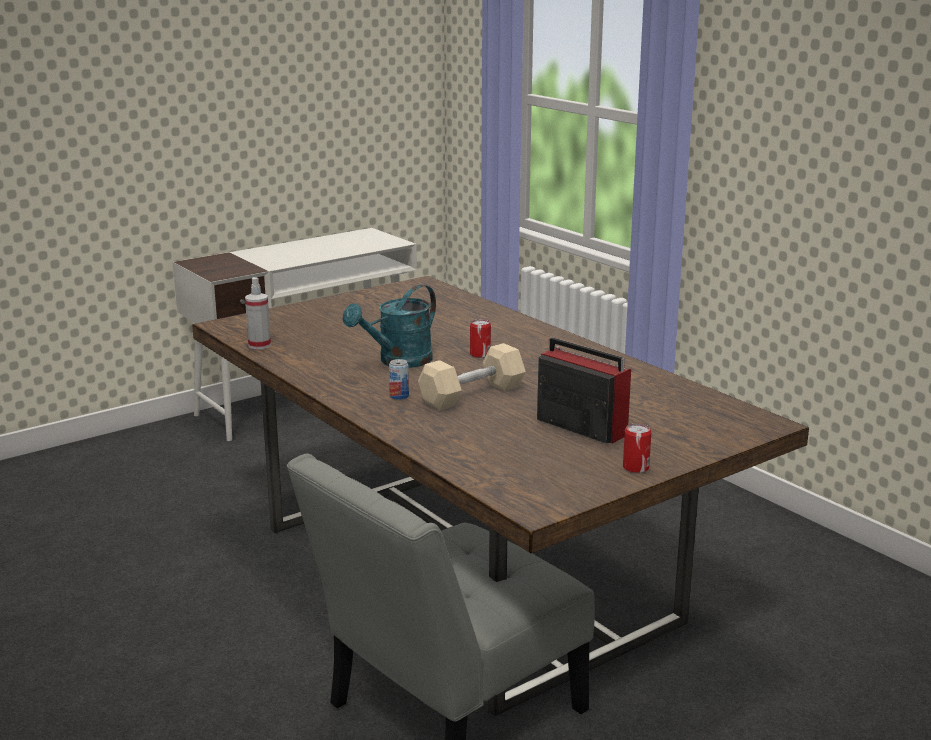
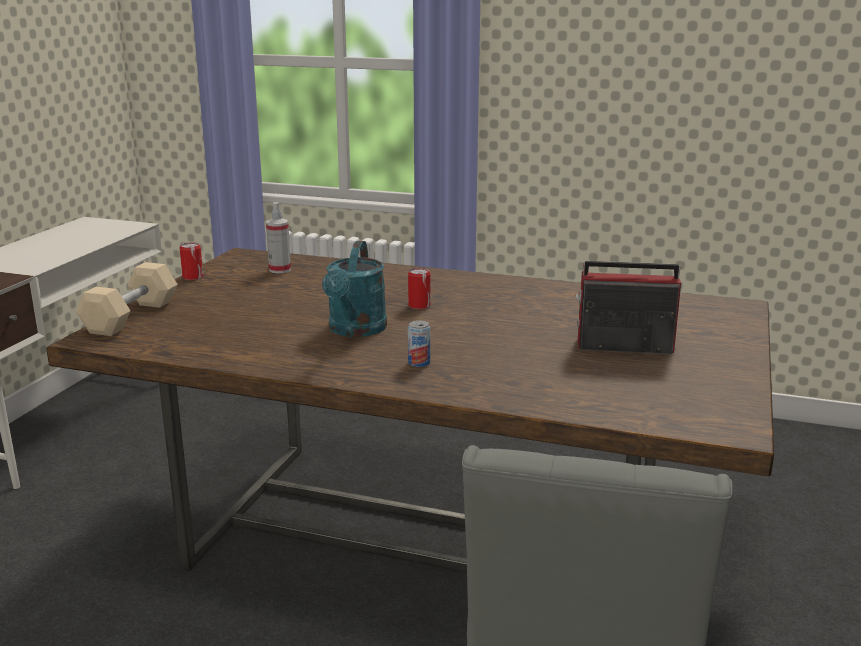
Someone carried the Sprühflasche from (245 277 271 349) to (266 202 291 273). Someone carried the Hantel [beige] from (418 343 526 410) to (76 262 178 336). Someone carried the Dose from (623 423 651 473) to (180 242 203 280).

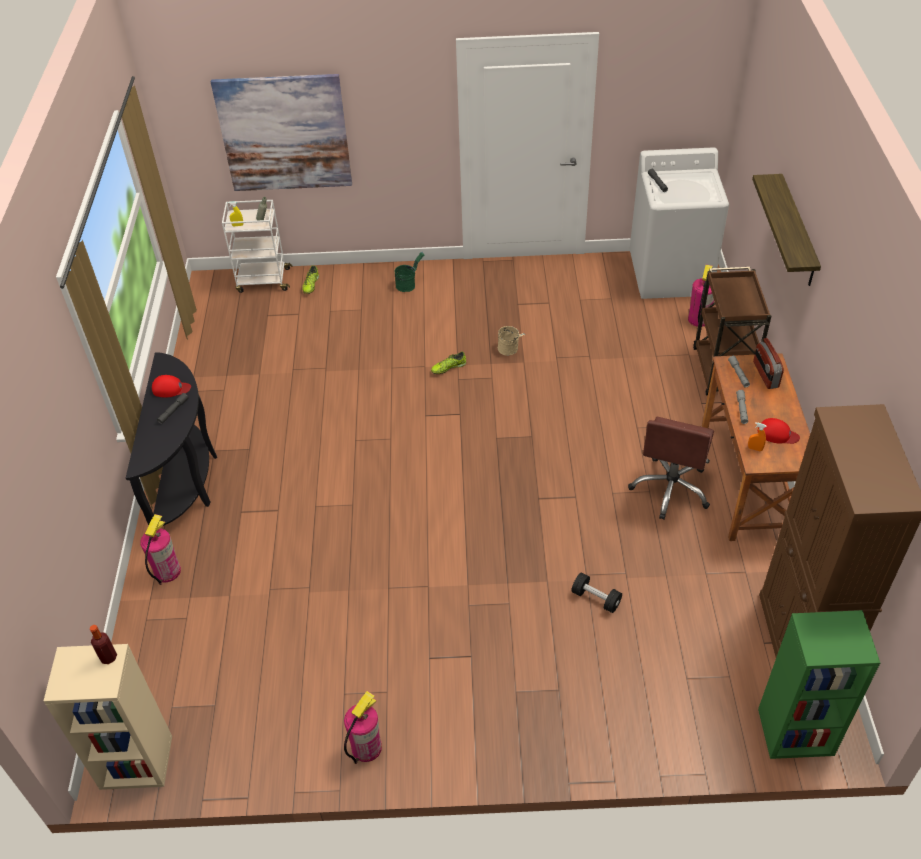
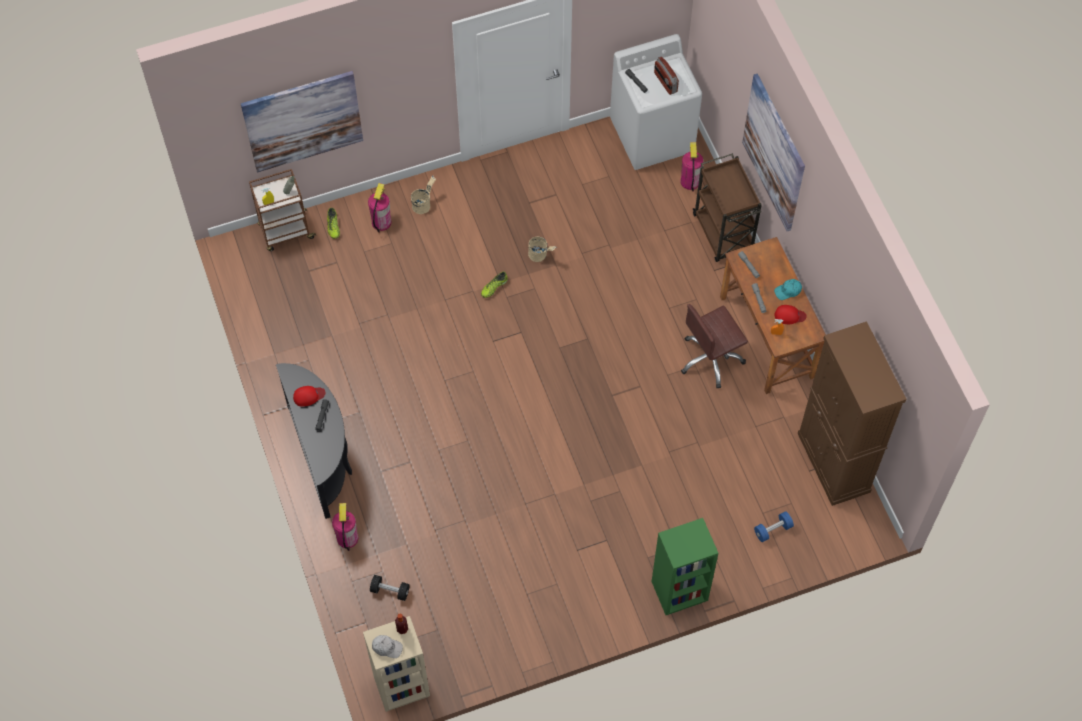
Someone repainted the Rollwagen [weiß] at (222 200 292 293), which became the Rollwagen [braun] at (249 169 316 251). Someone carried the Feuerlöscher from (344 691 382 764) to (368 183 391 233). Someone repainted the Eimer [grün] at (394 252 425 292), which became the Eimer [beige] at (411 176 436 214). Someone carried the Hantel [schwarz] from (571 572 622 613) to (370 575 410 601). Someone rotated the Bürostuhl [braun] at (628 417 714 520) by 60 degrees clockwise. Someone swapped the Wandregal at (752 174 821 286) for the Bild at (742 74 805 231). Someone carried the Radio from (753 338 784 389) to (654 57 679 95). Someone carried the Bücherregal [grün] from (758 610 880 759) to (652 518 718 615). Someone put down the Kappe [weiß] at (372 635 403 658). Someone put down the Hantel [blau] at (754 511 794 542). Someone put down the Kappe [türkis] at (774 279 802 300).

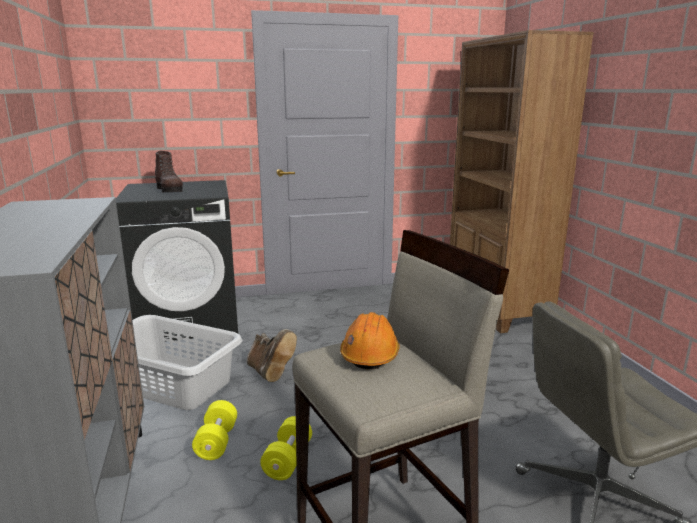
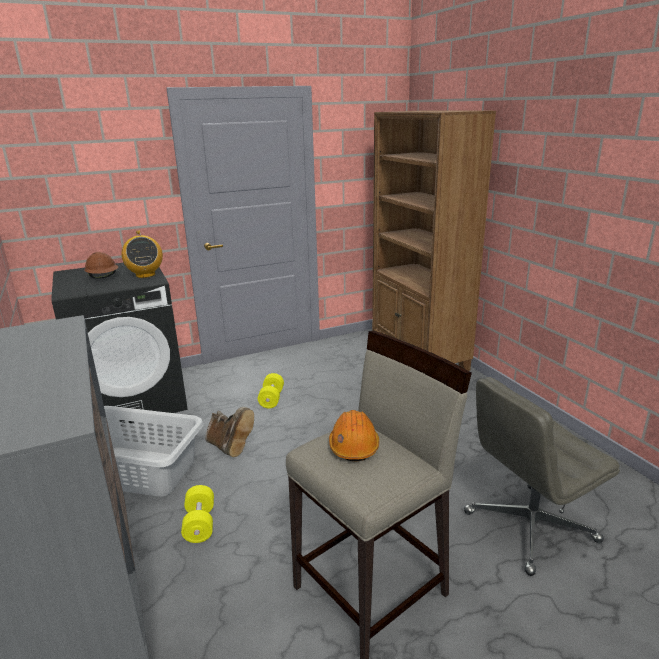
Someone swapped the Stiefel [braun] at (155 151 183 192) for the Schutzhelm [braun] at (84 252 118 279). Someone carried the Hantel [gelb] from (260 416 312 480) to (258 373 284 409). Someone put down the Radio at (121 230 163 278).

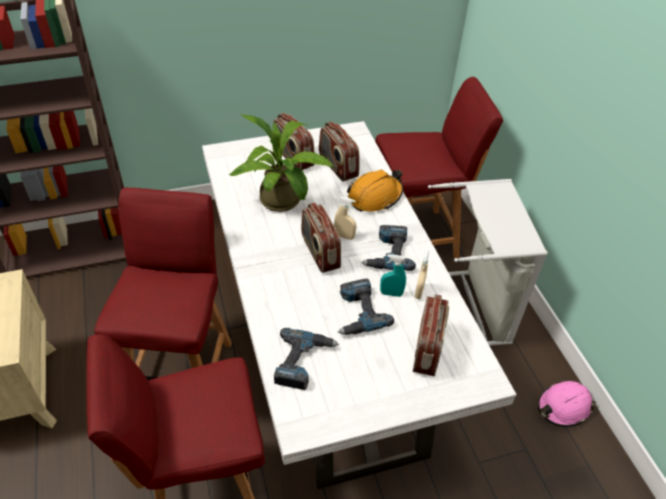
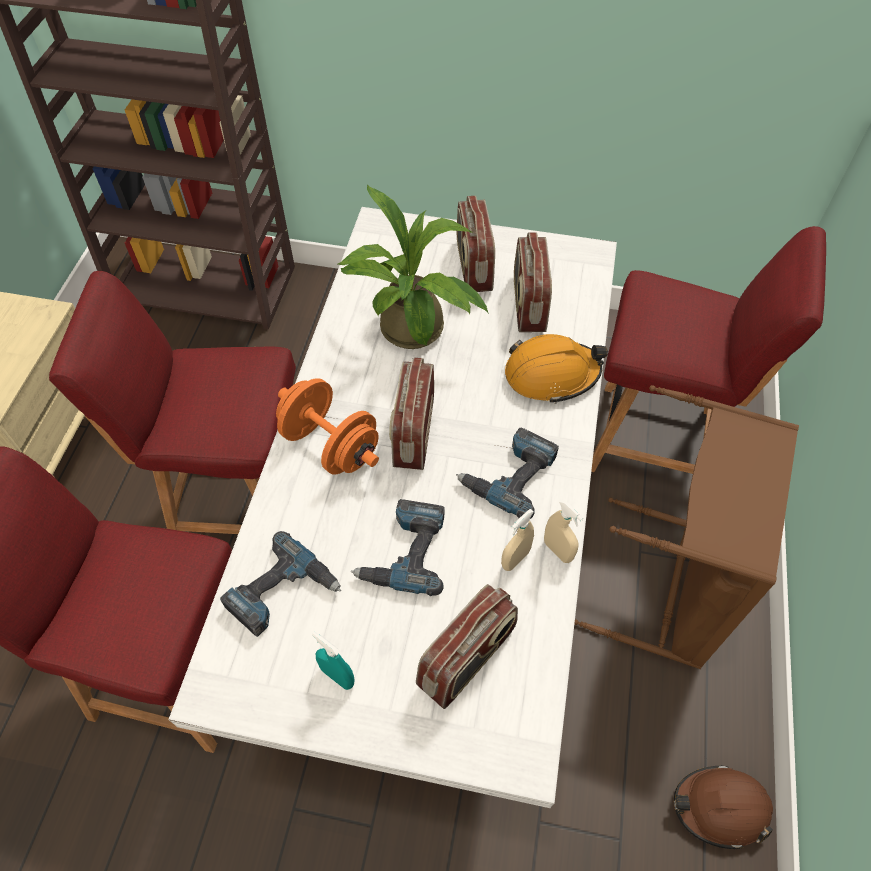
Someone rotated the Stuhl [rot] at (94 188 232 381) by 120 degrees counterclockwise. Someone carried the Sprühflasche [beige] from (334 197 356 240) to (544 499 583 563). Someone carried the Sprühflasche [türkis] from (380 254 406 297) to (312 632 355 690). Someone repainted the Wäschekorb [grau] at (428 179 548 346), which became the Wäschekorb [braun] at (574 385 799 669). Someone repainted the Schutzhelm [rosa] at (537 381 595 427), which became the Schutzhelm [braun] at (674 765 773 849). Someone put down the Hantel [orange] at (276 378 379 474).

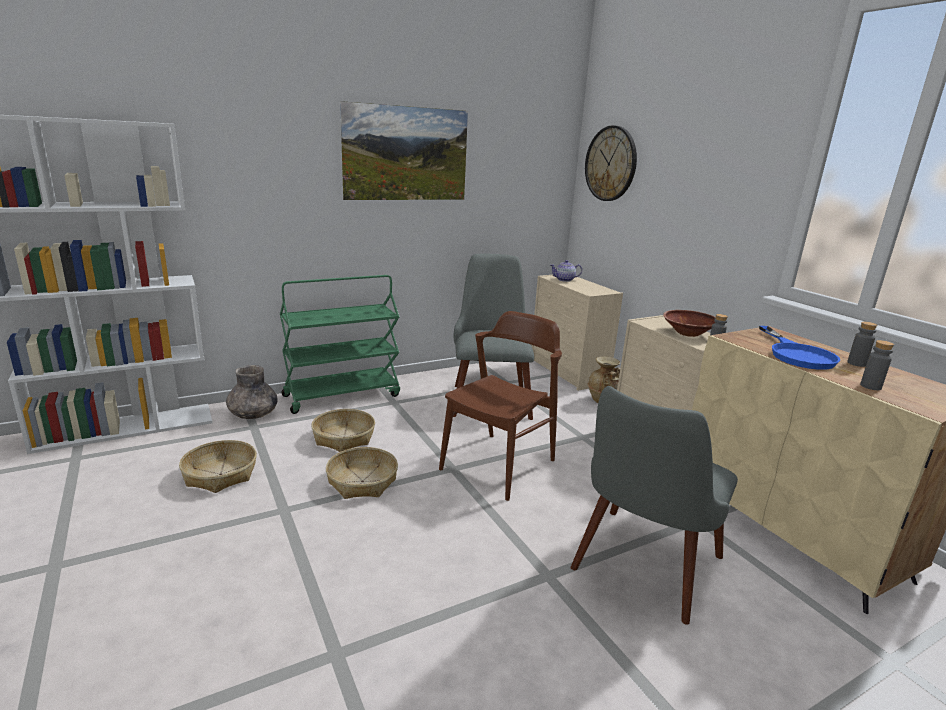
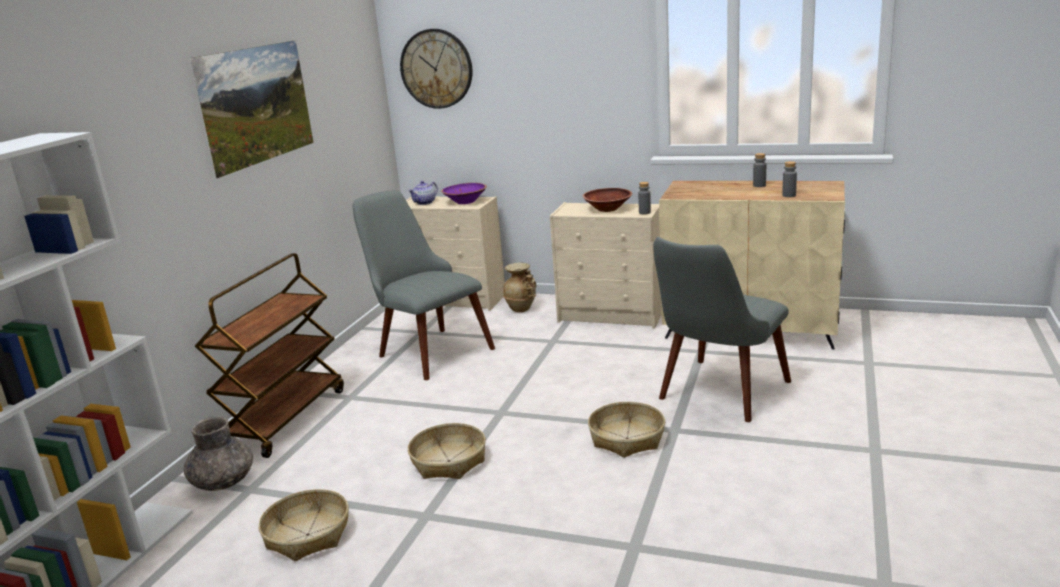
Someone repainted the Rollwagen [grün] at (280 275 400 414), which became the Rollwagen [braun] at (195 253 344 458). Someone carried the Korb from (311 409 375 452) to (588 402 665 458). Someone took away the Stuhl [braun] at (439 311 562 501). Someone rotated the Stuhl [grau] at (571 386 738 625) by 45 degrees clockwise. Someone took away the Pfanne [blau] at (759 326 840 370). Someone put down the Schüssel [lila] at (441 183 487 204).

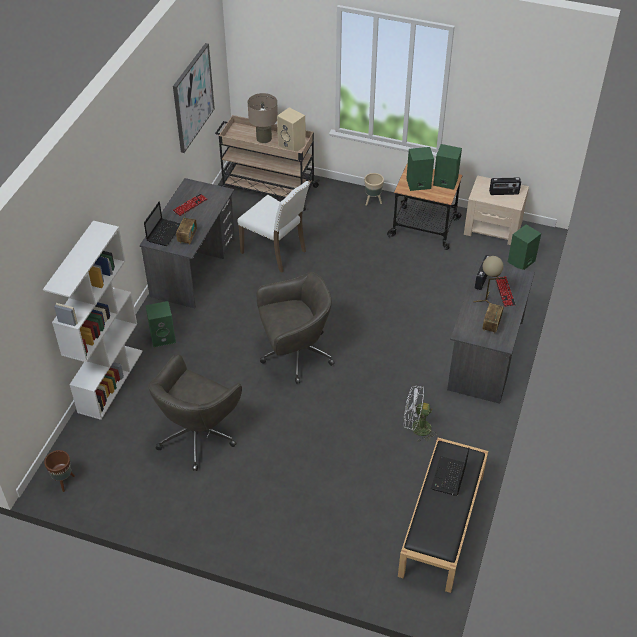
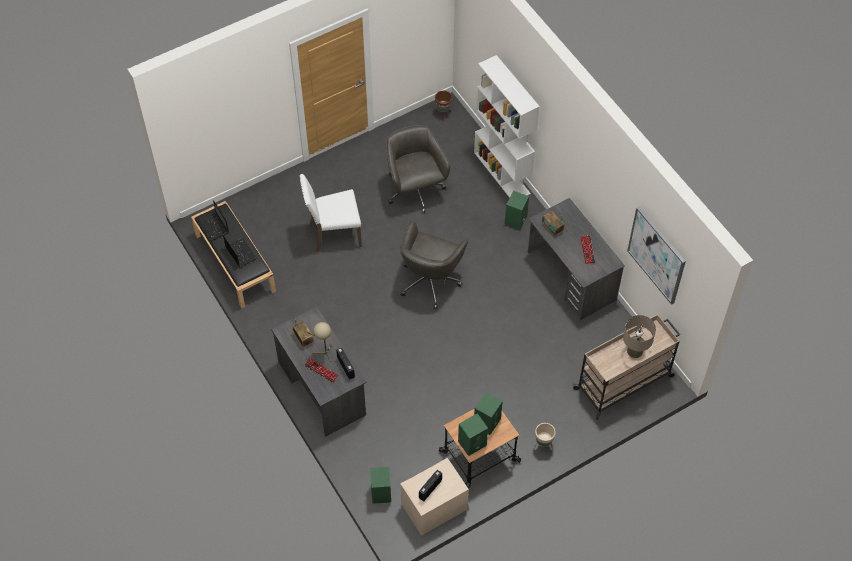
Someone carried the Laptop from (144 201 180 246) to (198 200 229 241). Someone carried the Stuhl [weiß] from (238 181 310 272) to (299 174 362 252). Someone took away the Lautsprecher [beige] at (277 107 306 152). Someone took away the Ventilator [weiß] at (404 386 437 442).

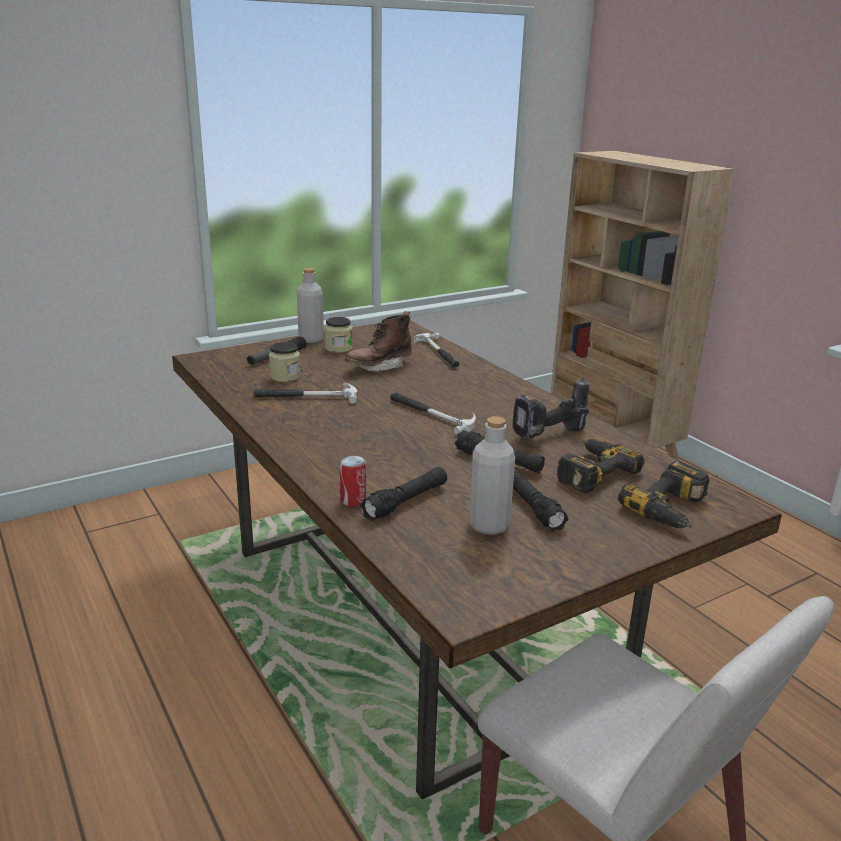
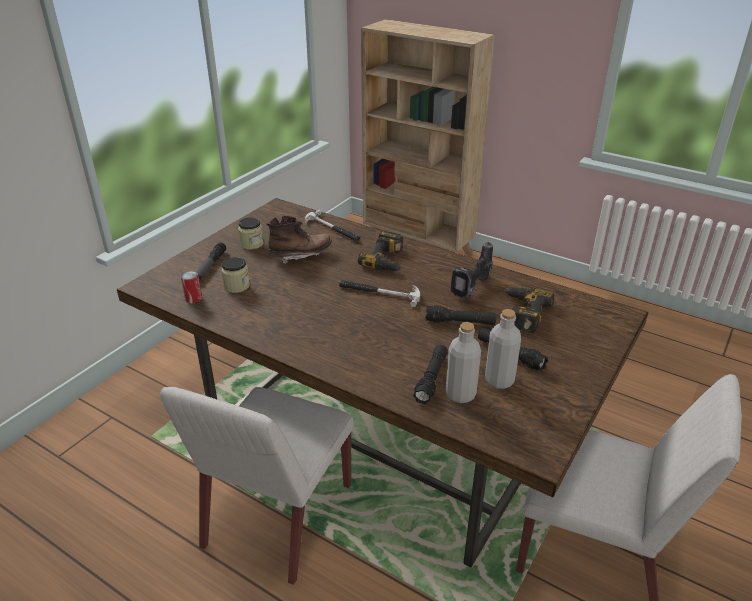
Someone took away the Hammer at (253 382 357 404). Someone carried the Flasche [grau] from (297 268 324 343) to (446 322 481 403). Someone carried the Dose from (339 455 366 506) to (181 271 202 303). Someone rotated the Stiefel [braun] at (345 311 412 372) by 135 degrees counterclockwise. Someone carried the Bohrmaschine from (618 461 710 529) to (358 231 403 271). Someone put down the Stuhl [weiß] at (160 387 354 585).

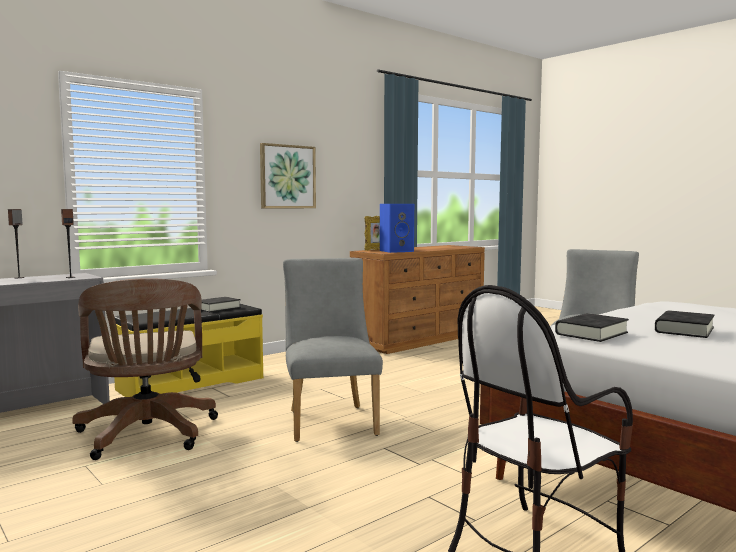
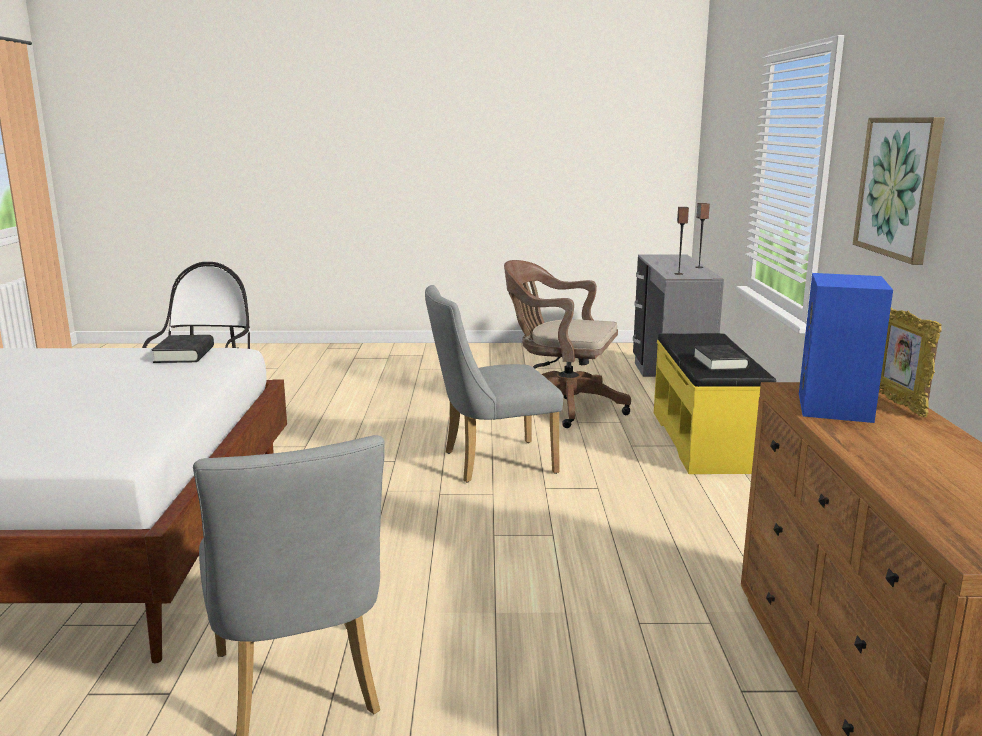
Someone rotated the Stuhl [grau] at (283 258 383 442) by 135 degrees clockwise. Someone took away the Buch [schwarz] at (655 310 715 338).

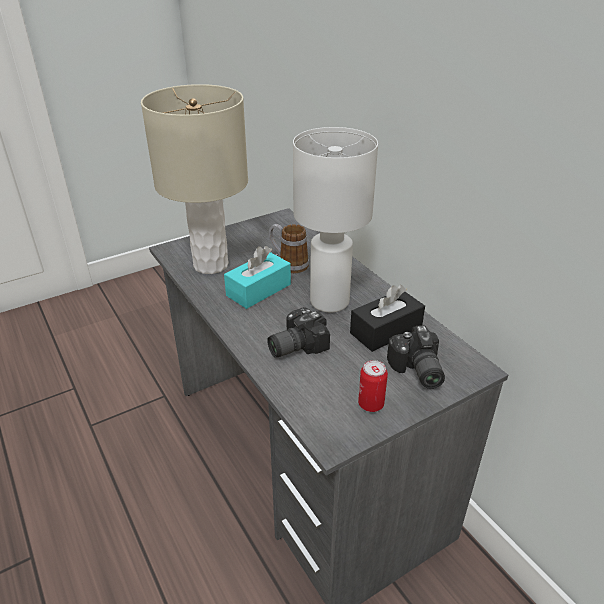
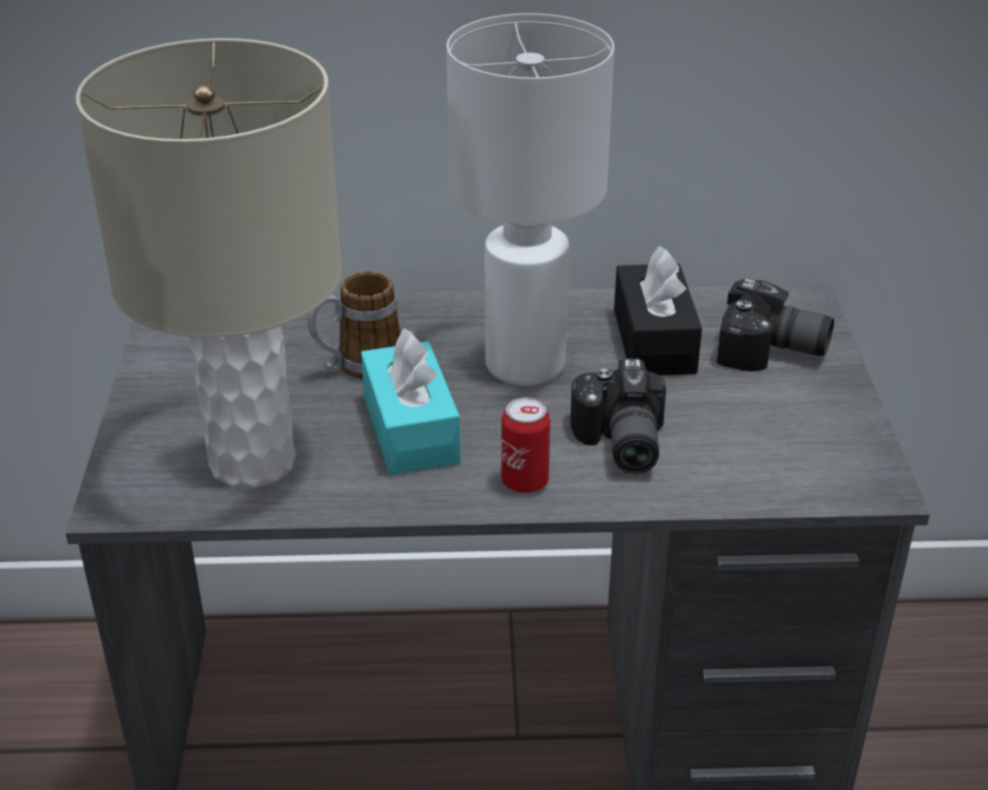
Someone carried the Dose from (358 360 388 412) to (501 397 550 493).

